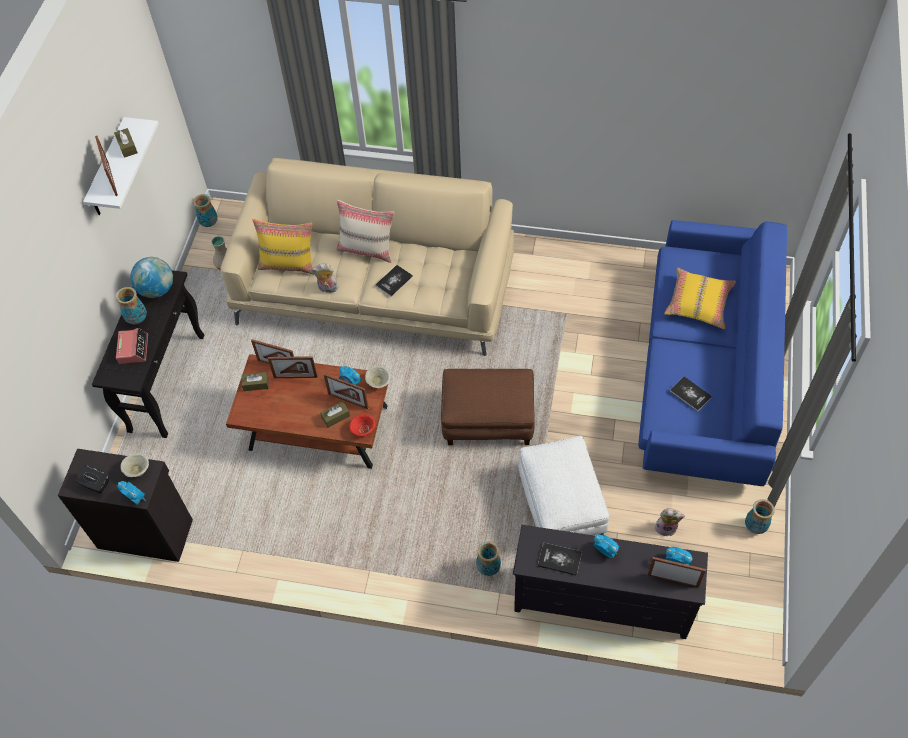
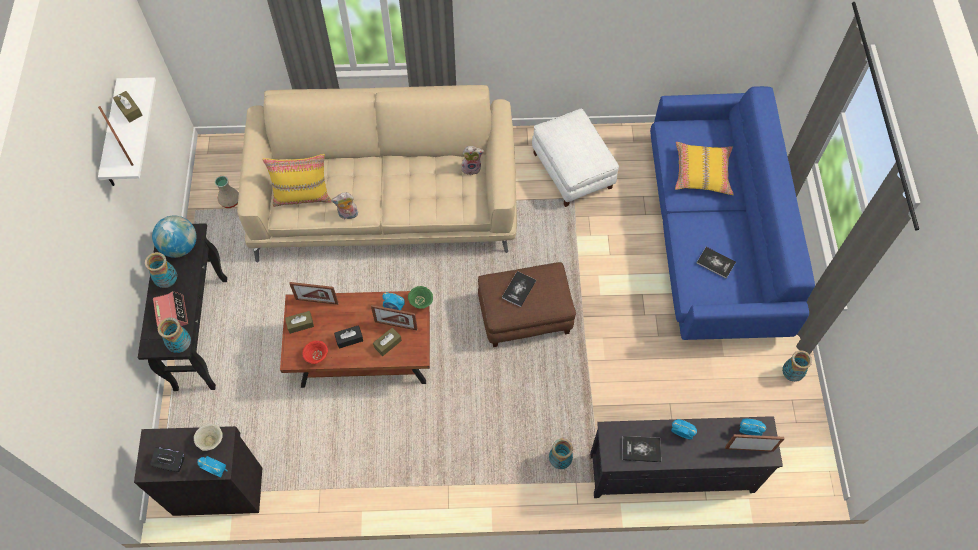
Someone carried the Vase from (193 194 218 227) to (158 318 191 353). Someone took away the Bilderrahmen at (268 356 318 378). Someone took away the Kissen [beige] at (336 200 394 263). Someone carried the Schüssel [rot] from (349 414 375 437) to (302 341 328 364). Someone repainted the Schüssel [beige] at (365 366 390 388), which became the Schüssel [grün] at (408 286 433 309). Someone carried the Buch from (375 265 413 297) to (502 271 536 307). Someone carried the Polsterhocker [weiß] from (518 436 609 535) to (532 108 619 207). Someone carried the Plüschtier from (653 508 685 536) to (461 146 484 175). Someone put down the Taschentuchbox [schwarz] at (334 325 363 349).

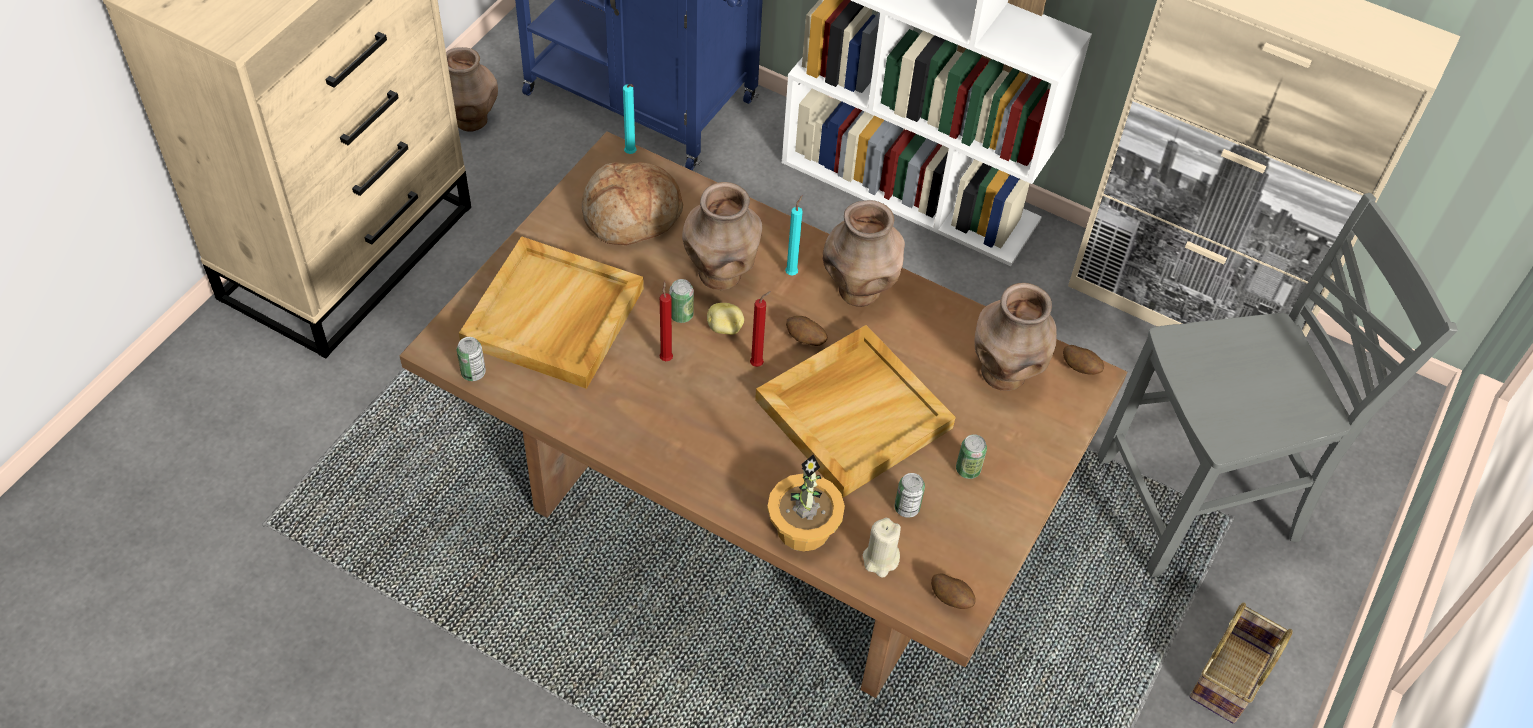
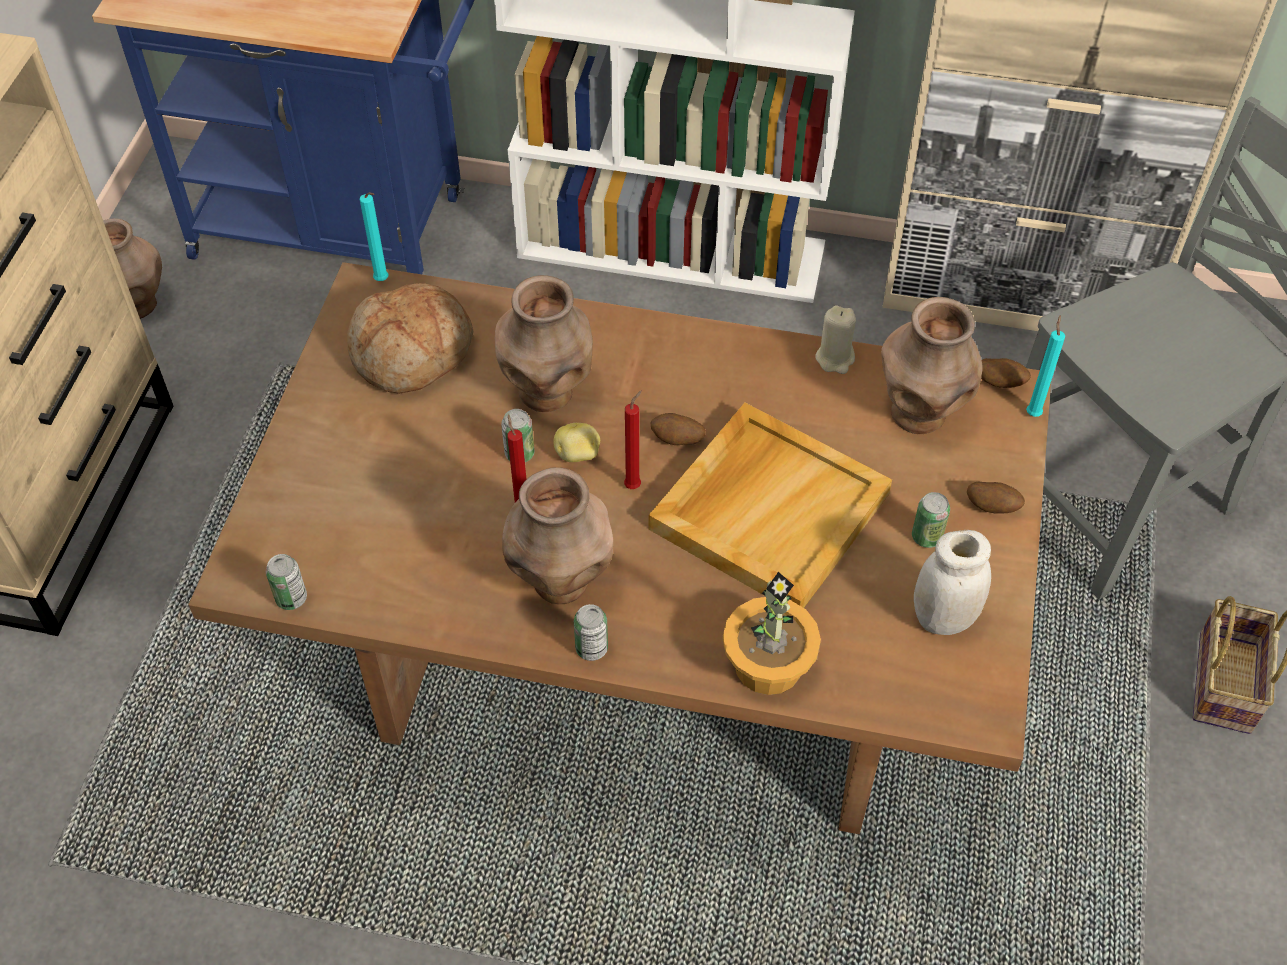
Someone took away the Tablett [beige] at (459 236 644 389). Someone carried the Kerze [türkis] from (785 196 803 275) to (1026 315 1065 417). Someone carried the Vase [braun] from (822 200 905 307) to (502 467 613 604). Someone carried the Kerze [beige] from (863 517 901 578) to (815 305 856 374). Someone carried the Dose from (894 473 925 518) to (574 604 608 661). Someone carried the Kartoffel from (931 574 976 609) to (967 481 1025 514). Someone put down the Vorratsglas [weiß] at (914 530 991 635).

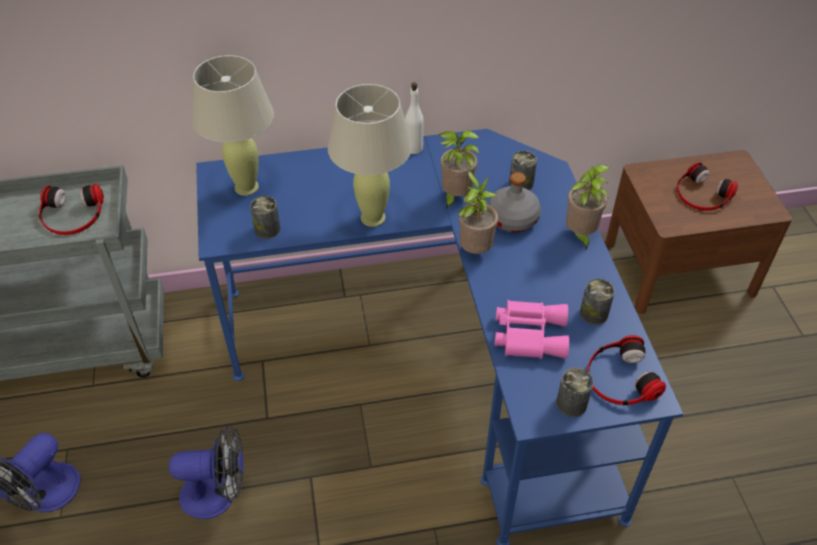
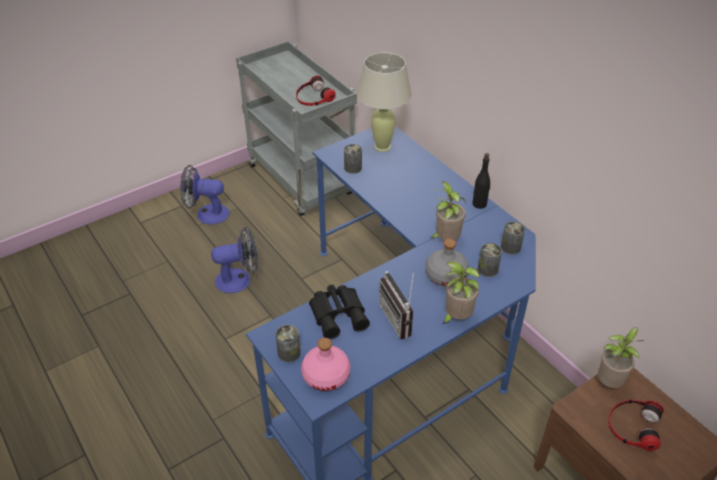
Someone rotated the Ventilator at (169 424 243 519) by 75 degrees counterclockwise. Someone took away the Tischlampe [beige] at (328 84 412 227). Someone repainted the Flasche [weiß] at (405 82 423 154), which became the Flasche [schwarz] at (472 153 490 209). Someone carried the Topfpflanze from (457 171 498 254) to (598 327 644 388). Someone repainted the Fernglas [rosa] at (495 300 569 359), which became the Fernglas [schwarz] at (309 285 370 339). Someone carried the Dose from (580 279 615 325) to (501 221 525 255). Someone swapped the Kopfhörer at (587 335 666 405) for the Flasche [rosa] at (301 338 350 391). Someone put down the Radio at (379 269 414 339).

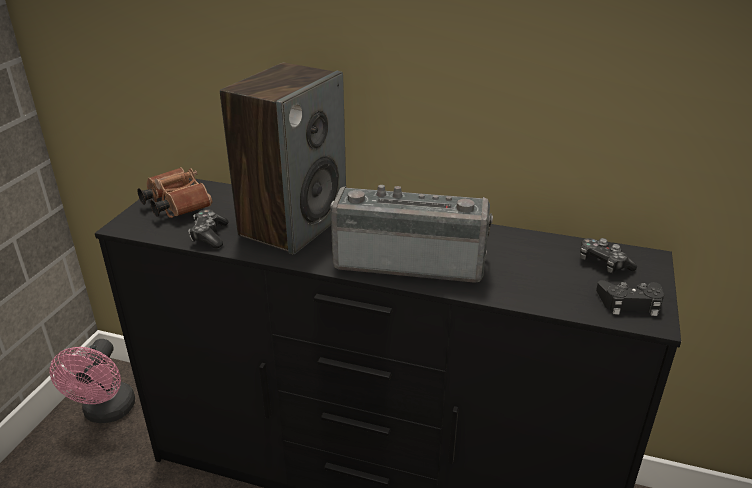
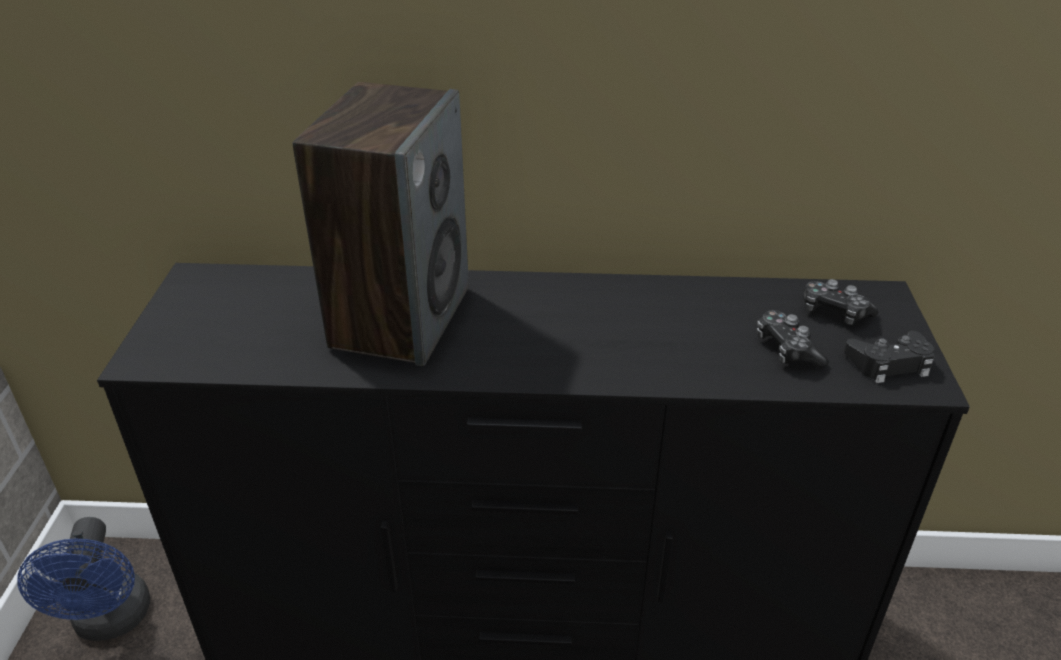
Someone repainted the Ventilator [rosa] at (49 339 135 423), which became the Ventilator [blau] at (17 517 150 641). Someone took away the Fernglas [braun] at (137 167 212 218). Someone carried the Gamepad from (188 209 229 248) to (757 310 829 369). Someone took away the Radio at (330 185 493 283).

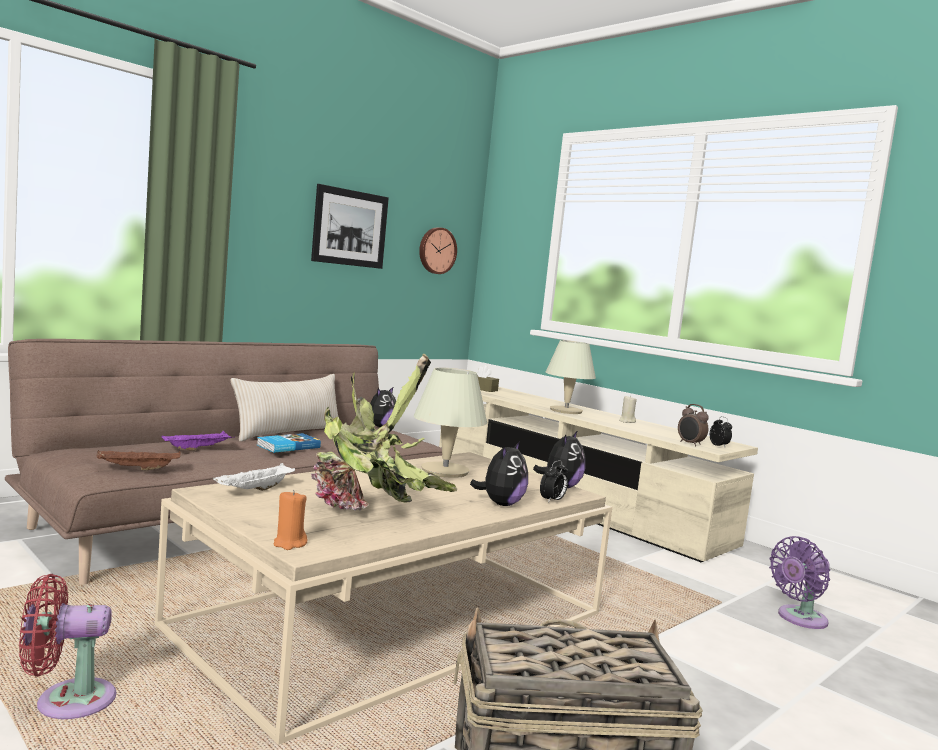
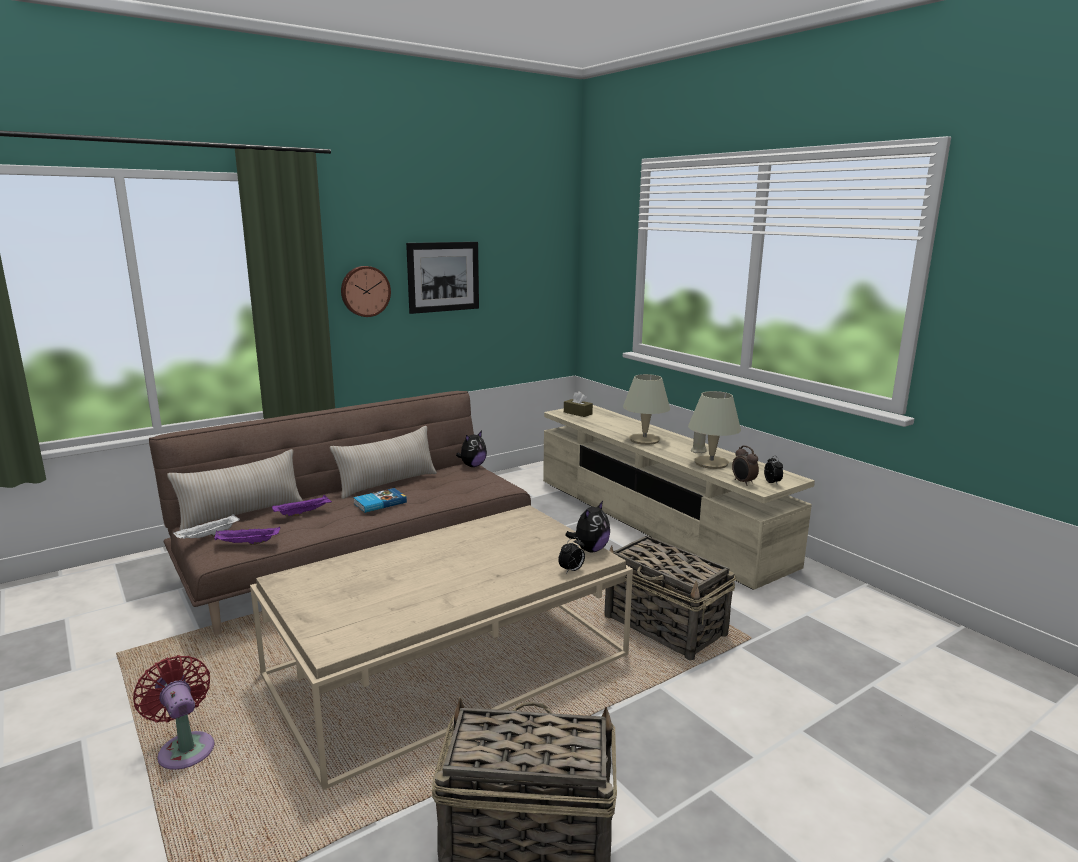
Someone rotated the Ventilator [rot] at (19 574 117 719) by 60 degrees clockwise. Someone repainted the Tablett [braun] at (97 450 180 470), which became the Tablett [lila] at (214 526 280 545). Someone carried the Tablett [weiß] from (213 463 295 491) to (173 514 239 539). Someone took away the Kerze [orange] at (274 490 307 550). Someone took away the Topfpflanze at (311 354 457 511). Someone carried the Tischlampe [beige] from (414 368 487 478) to (688 391 741 469). Someone carried the Wanduhr from (419 227 457 274) to (341 266 391 317). Someone took away the Plüschtier at (470 441 528 506). Someone took away the Ventilator [lila] at (769 536 830 629). Someone put down the Kissen [beige] at (167 449 303 530). Someone put down the Korb at (604 536 736 660).

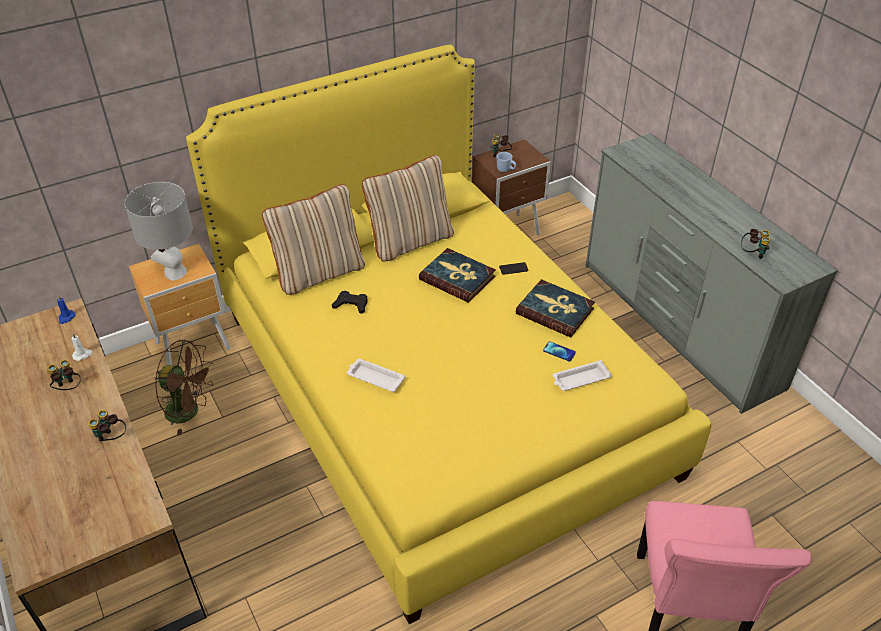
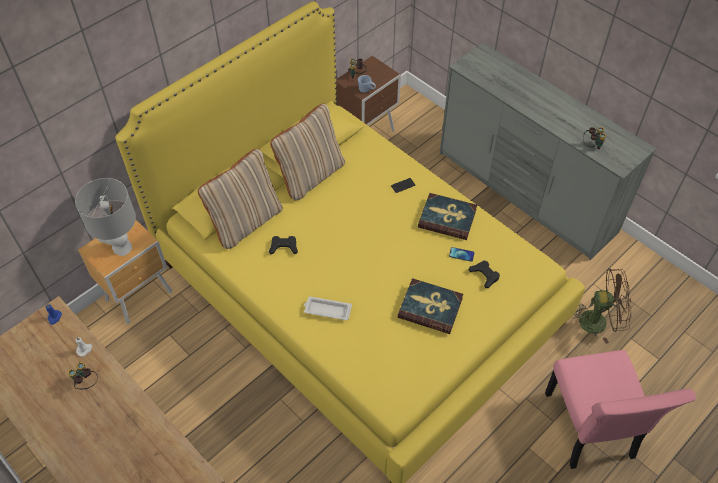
Someone took away the Fernglas at (88 410 126 442). Someone carried the Ventilator [braun] from (155 339 213 435) to (571 268 631 344). Someone carried the Buch from (419 248 496 303) to (398 278 463 334). Someone swapped the Tablett [weiß] at (553 360 612 391) for the Gamepad [schwarz] at (468 260 500 288).

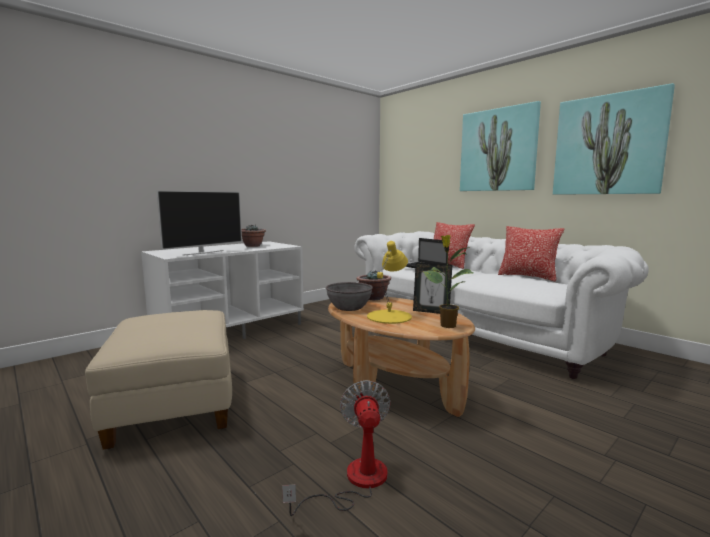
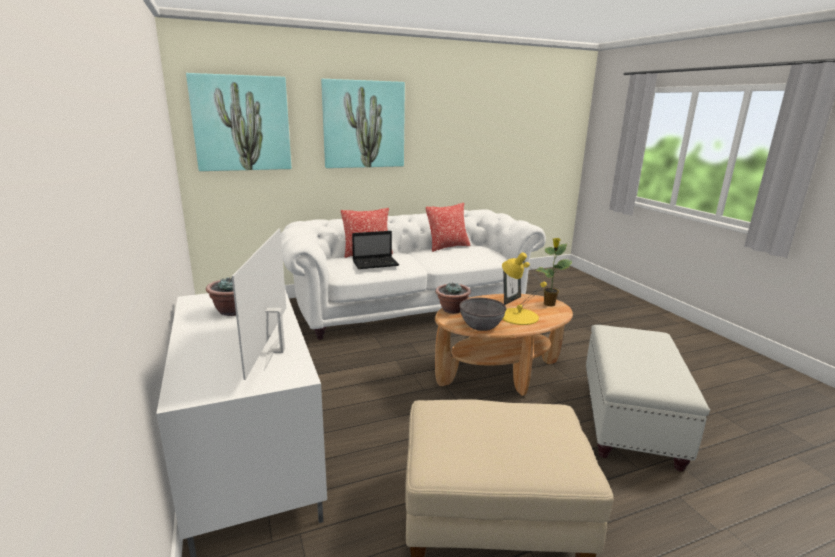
Someone rotated the Fernseher at (156 190 242 256) by 150 degrees counterclockwise. Someone swapped the Ventilator at (282 380 390 516) for the Polsterhocker [weiß] at (586 325 710 472). Someone carried the Bild from (553 83 675 195) to (186 73 291 171).

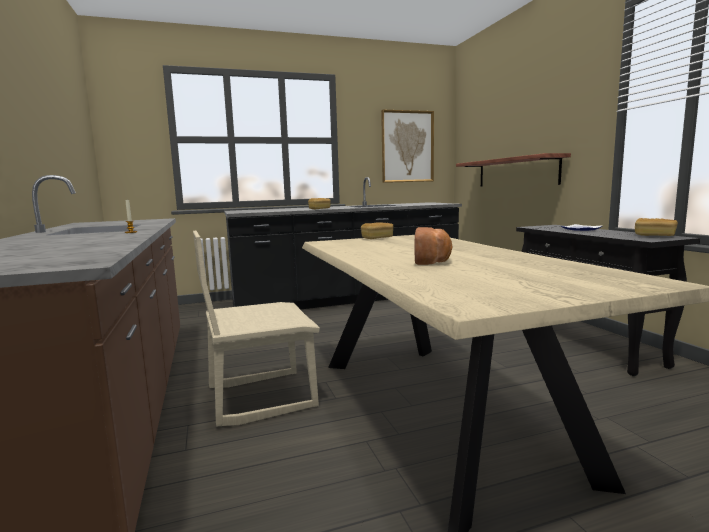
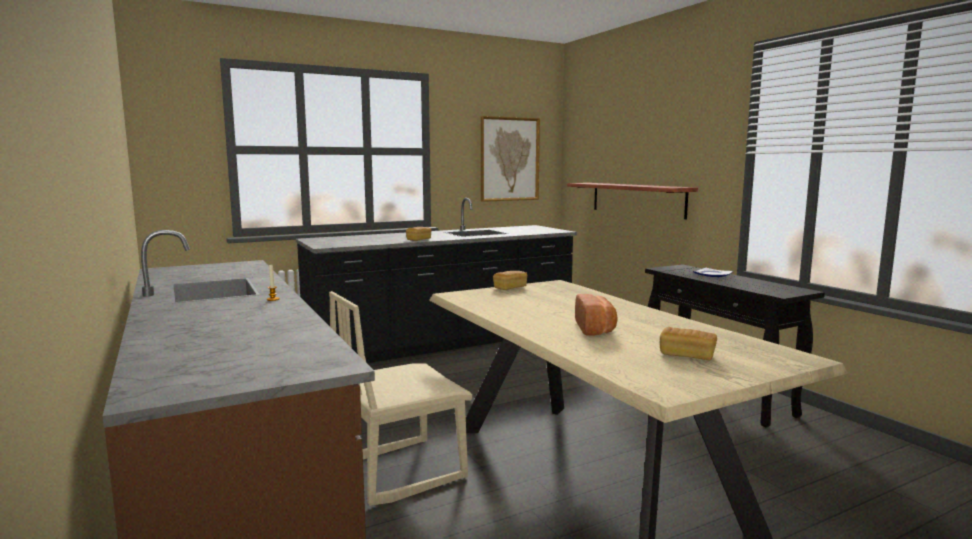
Someone carried the Brot from (635 218 678 236) to (660 327 717 360).

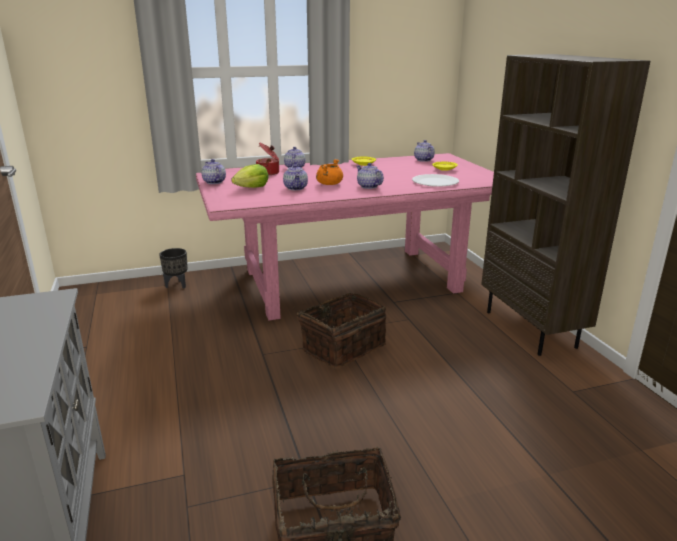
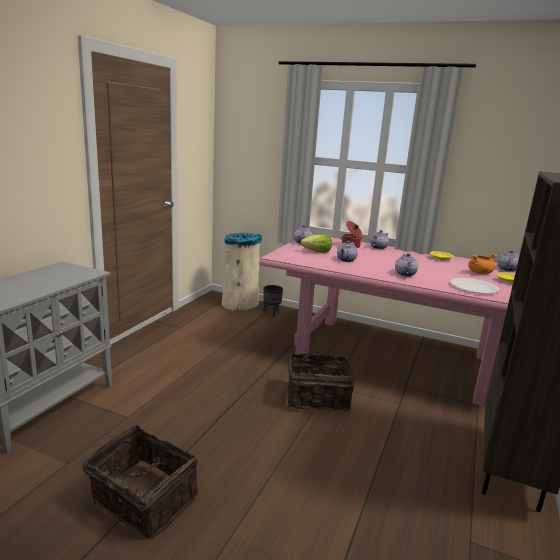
Someone carried the Kochtopf [orange] from (316 159 343 185) to (468 253 497 274). Someone put down the Mülleimer [beige] at (222 232 262 311).

